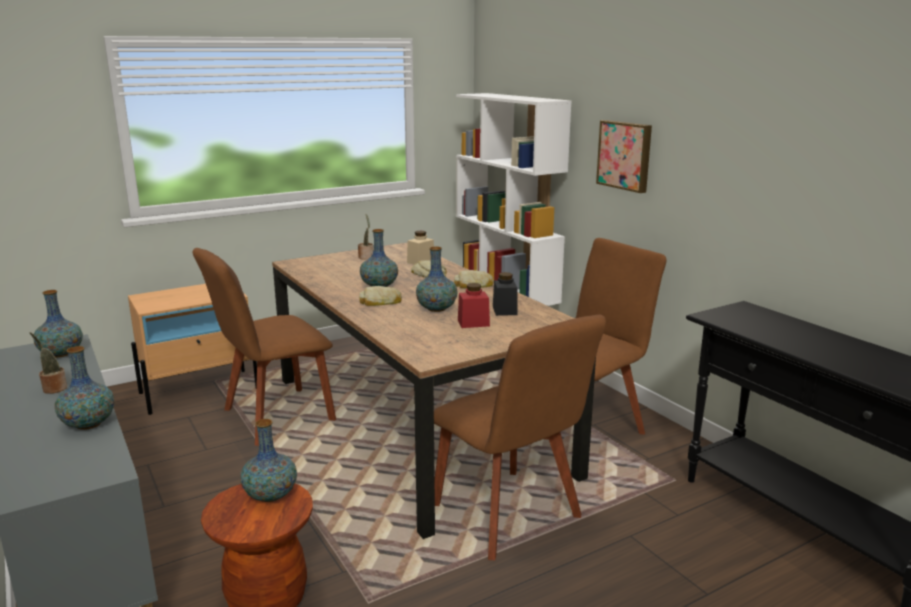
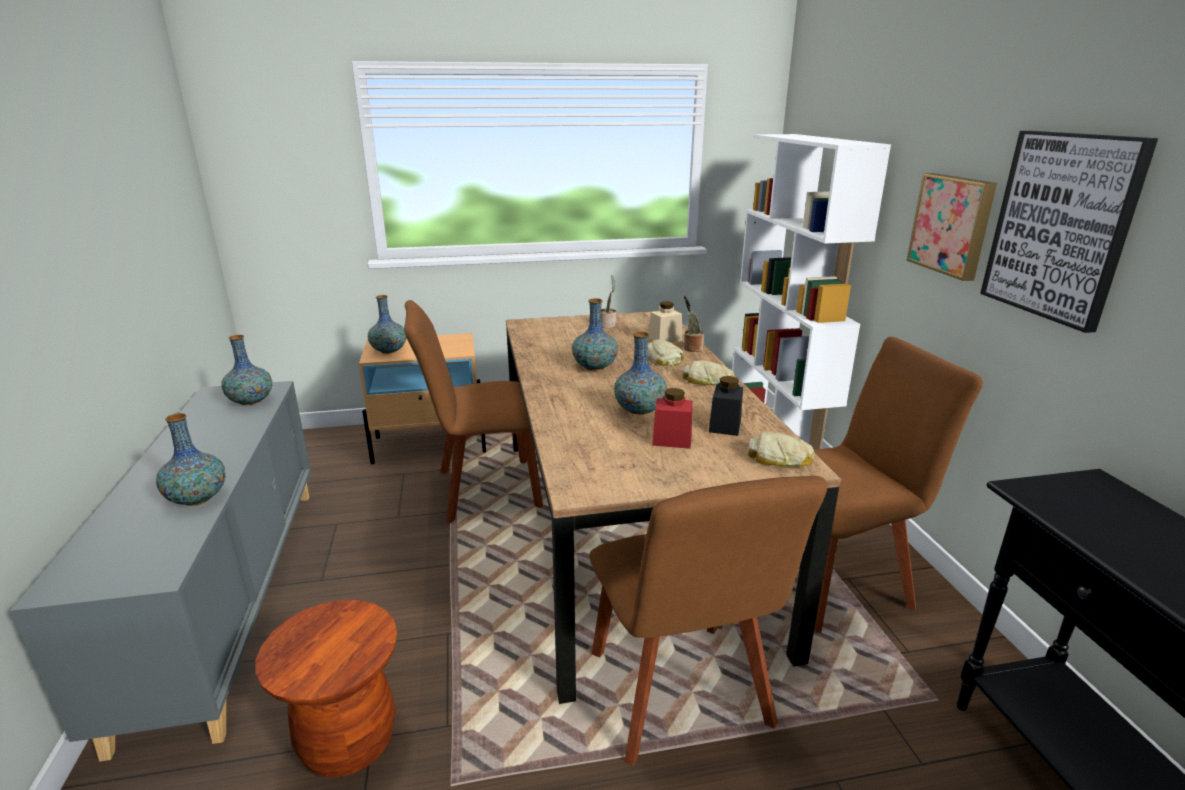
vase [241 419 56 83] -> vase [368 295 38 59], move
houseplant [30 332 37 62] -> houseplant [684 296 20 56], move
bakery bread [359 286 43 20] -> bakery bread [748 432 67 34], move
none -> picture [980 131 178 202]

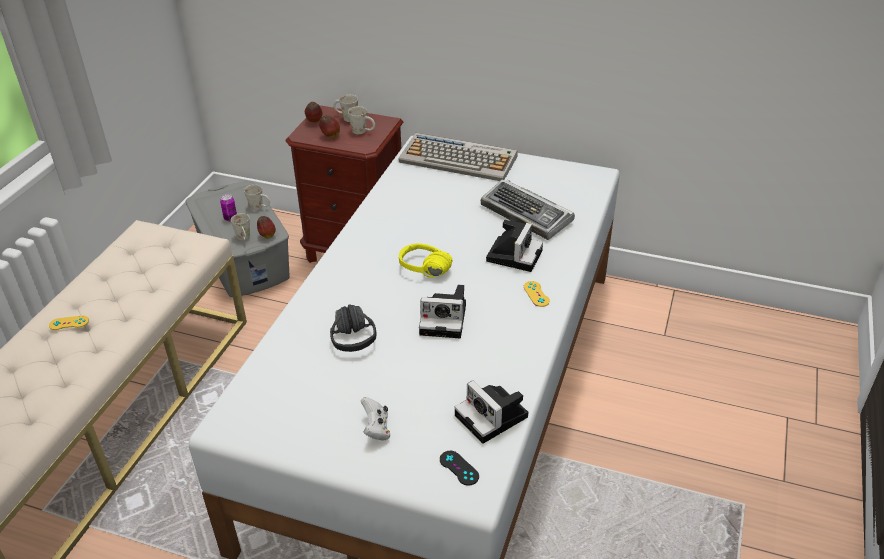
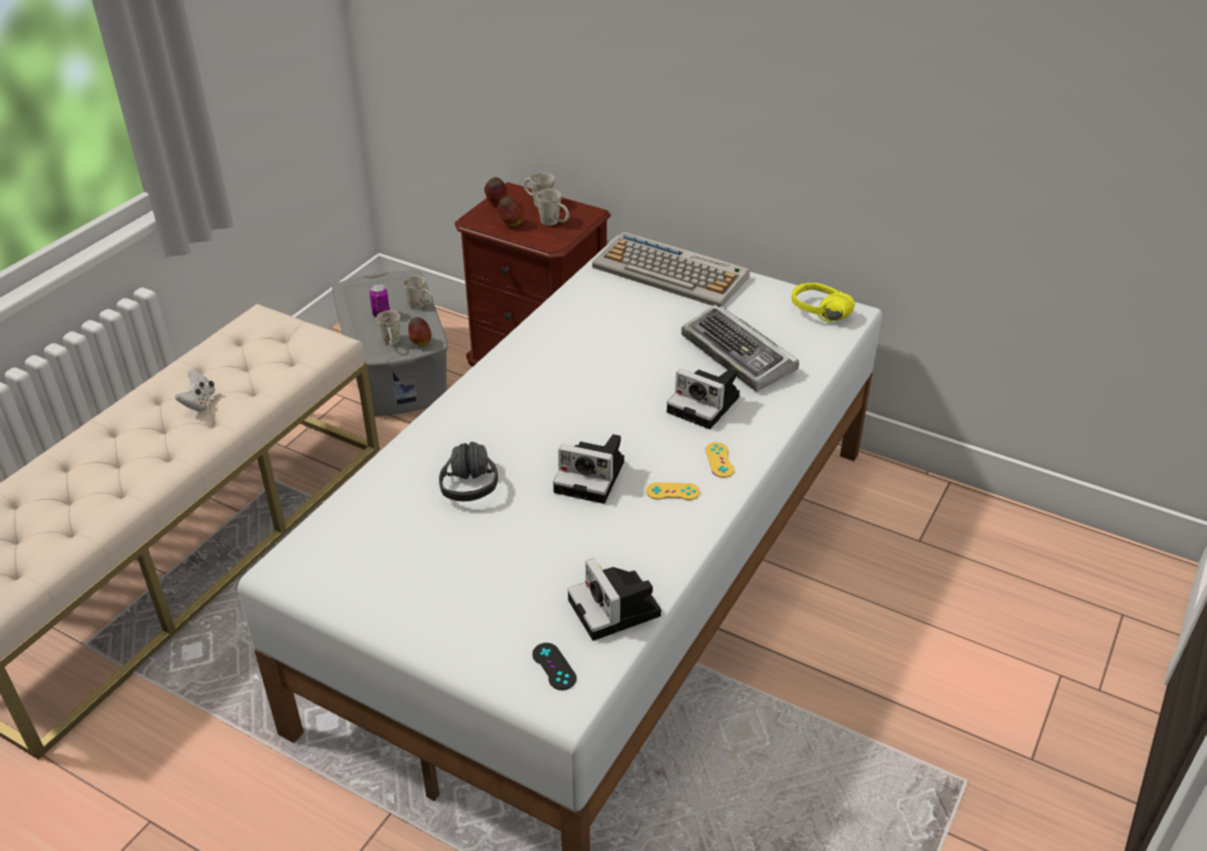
white-coloured joypad [361 397 29 44] -> white-coloured joypad [175 369 40 43], move
yellow-coloured joypad [49 316 40 14] -> yellow-coloured joypad [646 482 54 18], move
still camera [486 220 57 52] -> still camera [667 368 73 61], 90 degrees clockwise
yellow-coloured pair of headphones [399 243 53 34] -> yellow-coloured pair of headphones [792 283 63 39], move

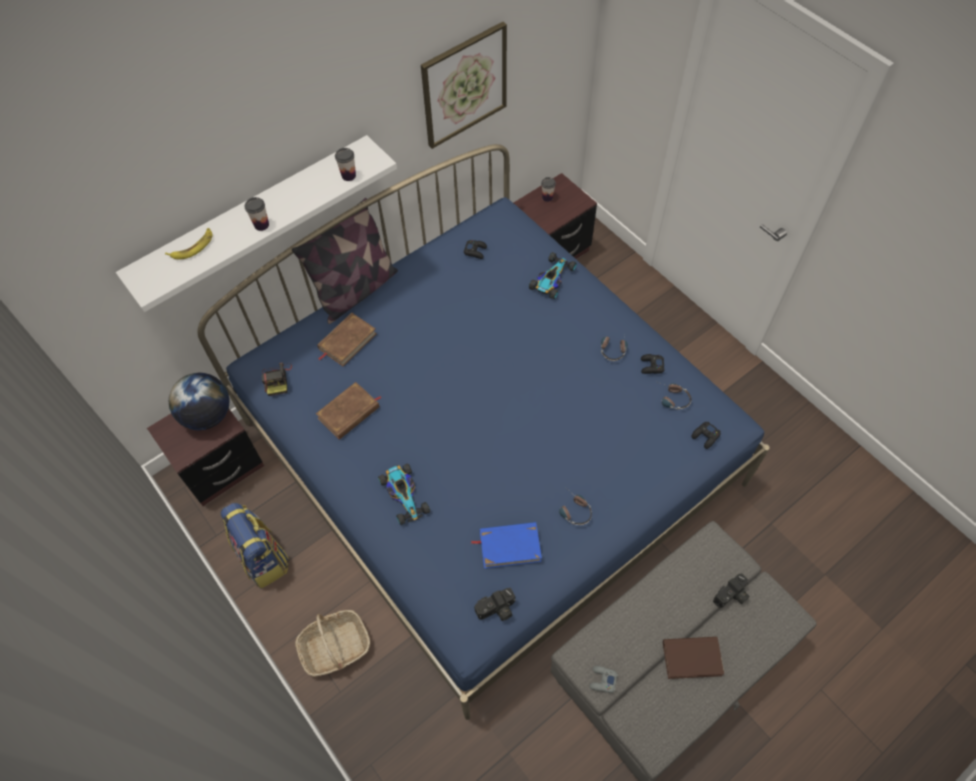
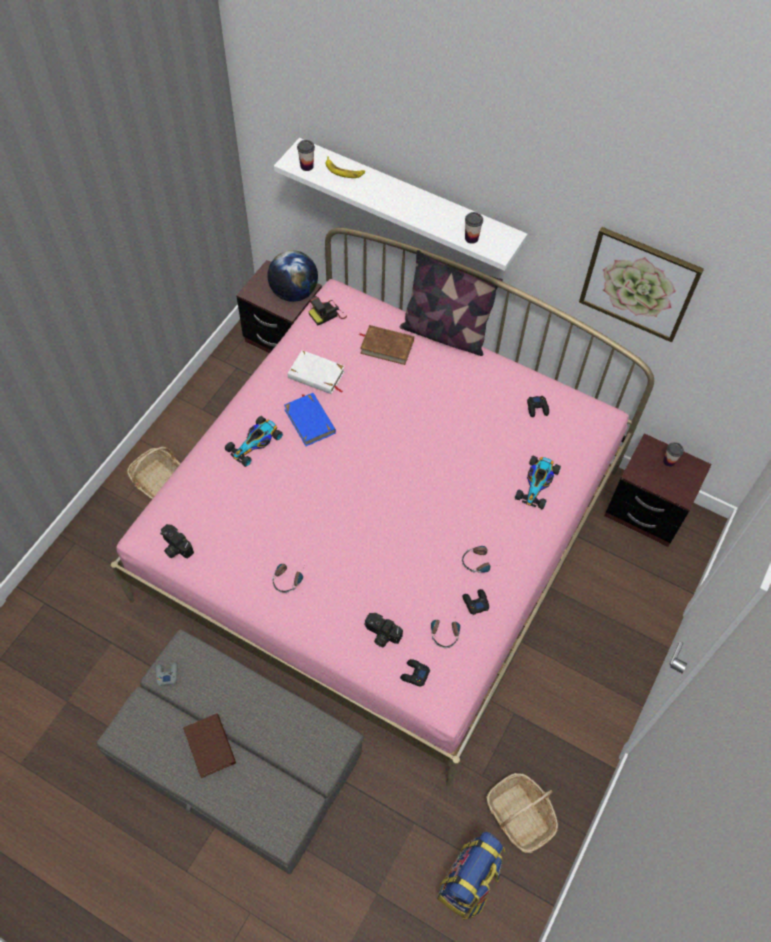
blue-coloured bed [197 144 573 576] -> pinkish bed [111 228 543 558]
blue-coloured bound book [471 522 71 46] -> blue-coloured bound book [284 393 52 53], move
brownish bound book [316 382 66 58] -> white-coloured bound book [288 350 57 44]
cup [244 197 25 34] -> cup [297 140 18 31], move
still camera [713 573 37 35] -> still camera [365 613 38 34], move
knapsack [221 503 68 86] -> knapsack [437 832 68 87], move
none -> basket [486 773 72 80]
model car [529 252 48 47] -> model car [515 455 46 54], 105 degrees clockwise

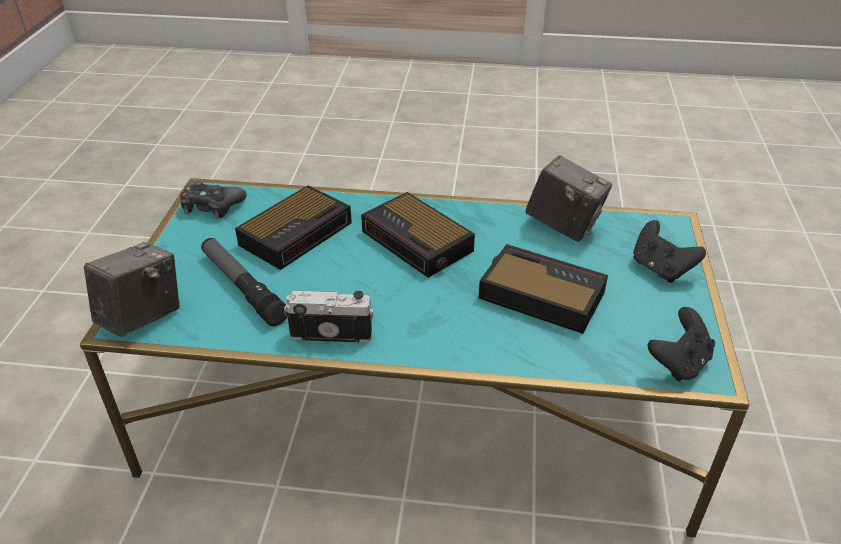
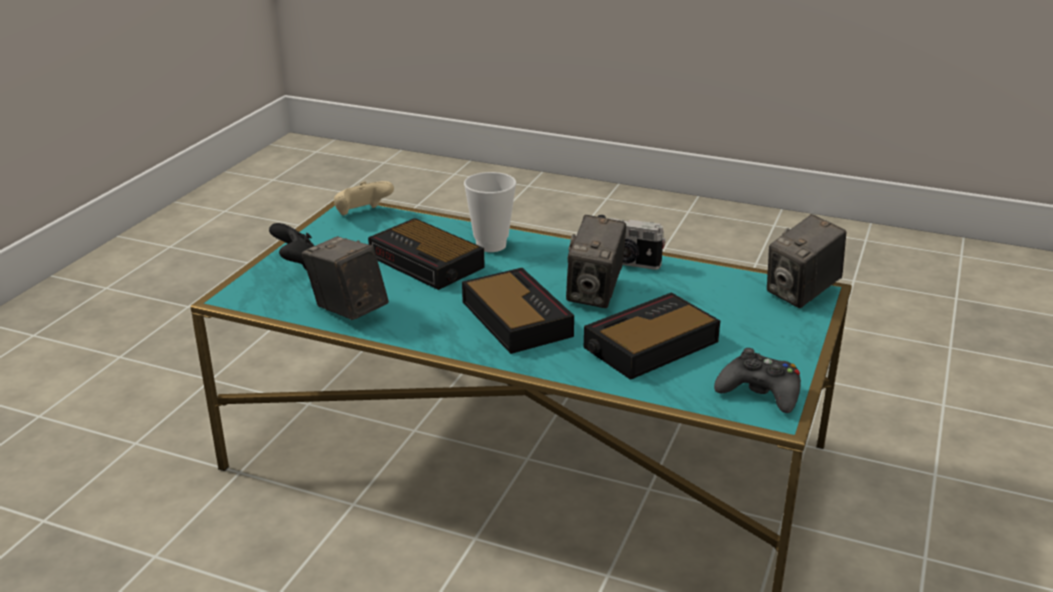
black-coloured joypad [647 307 68 74] -> sand-coloured joypad [334 181 60 34]
none -> cup [464 172 52 80]
none -> still camera [566 215 60 93]
flashlight [201 238 86 88] -> none

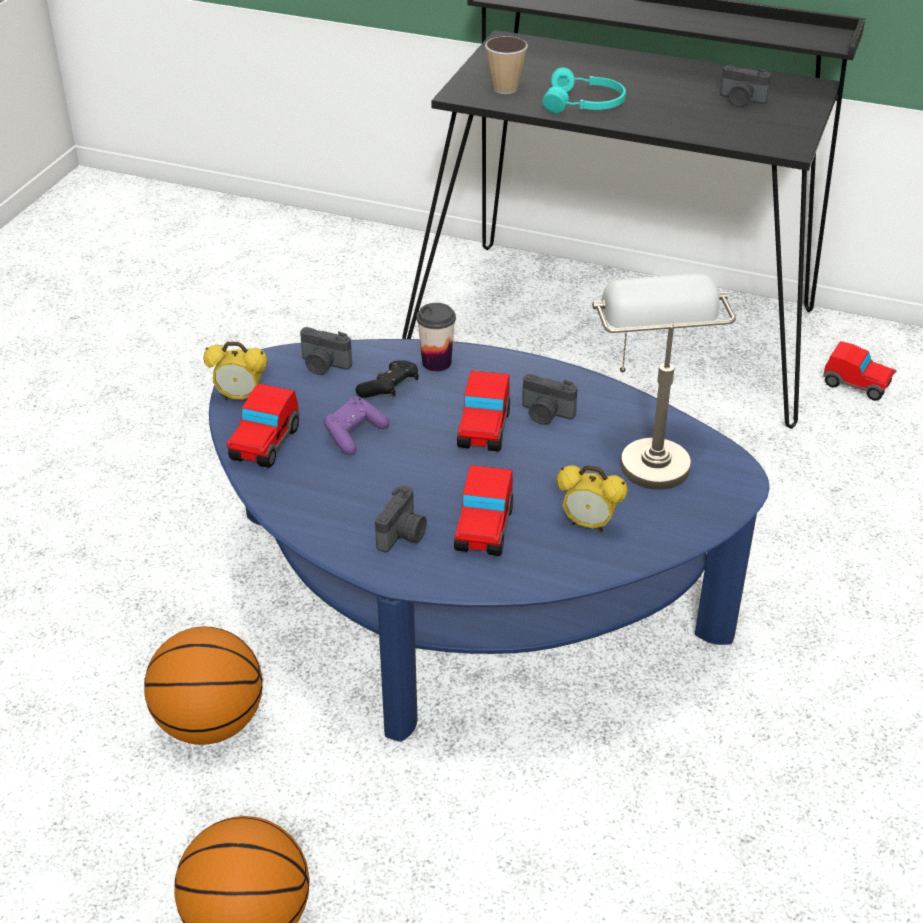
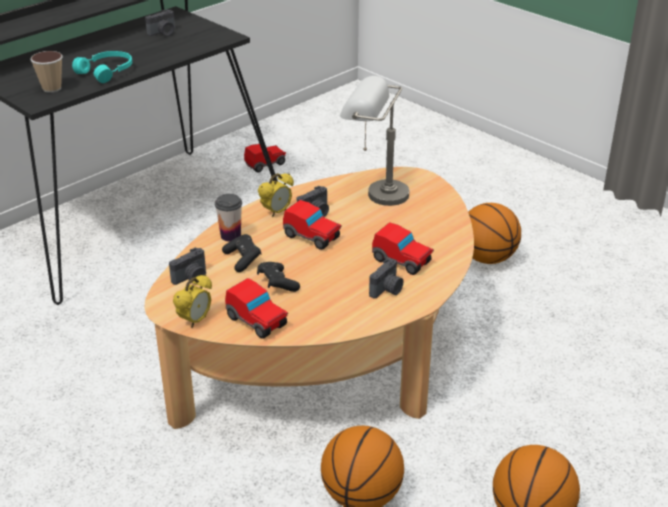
blue-coloured coffee table [209 339 561 403] -> sand-coloured coffee table [145 167 329 262]
purple-coloured joypad [324 397 65 58] -> black-coloured joypad [257 262 43 30]
bedside clock [556 465 72 67] -> bedside clock [258 173 36 44], move
still camera [375 486 52 66] -> still camera [369 258 34 40], 75 degrees clockwise
none -> basketball [468 203 53 61]

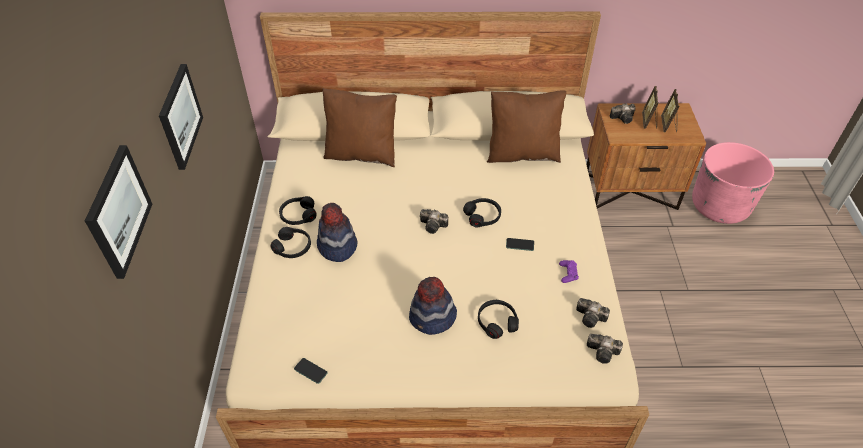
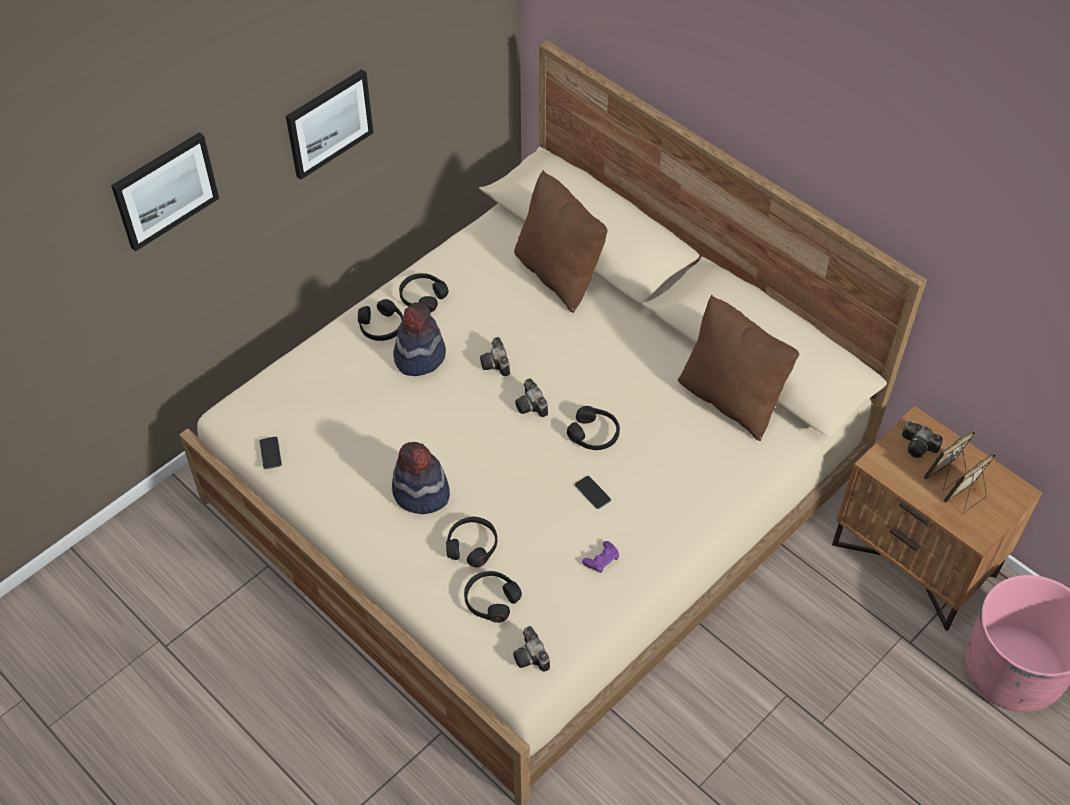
none -> black-coloured pair of headphones [464 571 58 52]
still camera [576 298 34 30] -> still camera [480 337 30 39], move

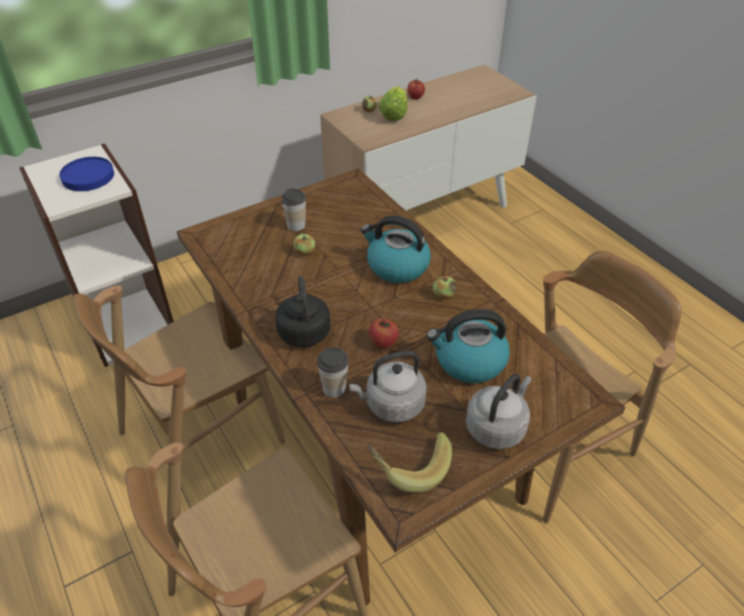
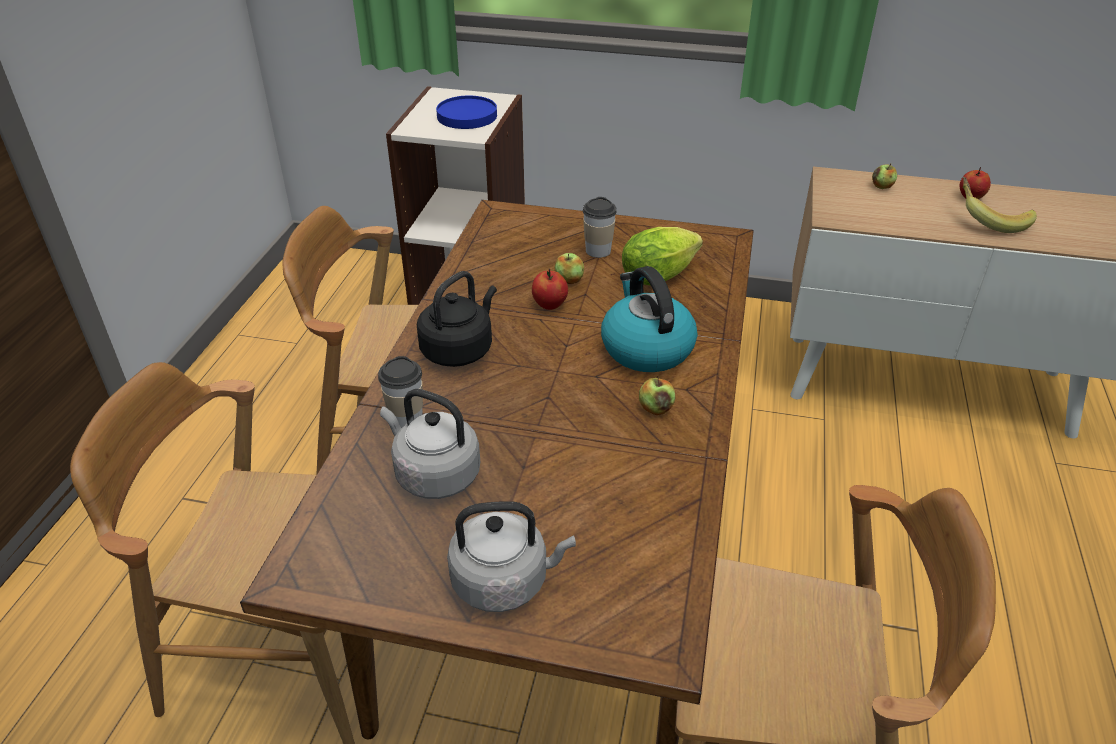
apple [369 318 30 31] -> apple [532 269 36 41], move
lettuce head [378 86 30 35] -> lettuce head [622 227 81 58], move
whole banana [367 432 85 61] -> whole banana [963 177 74 56], move
tea kettle [426 309 84 74] -> none

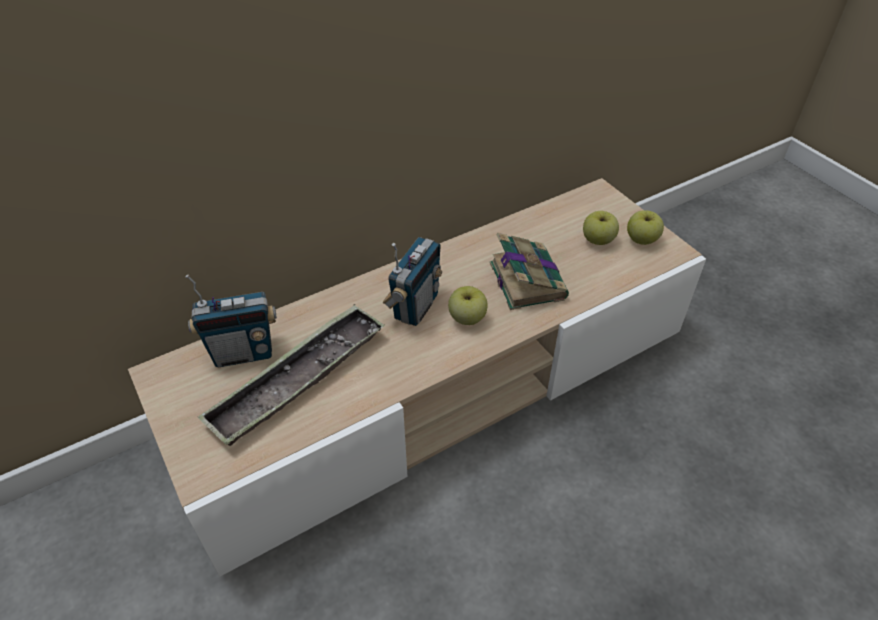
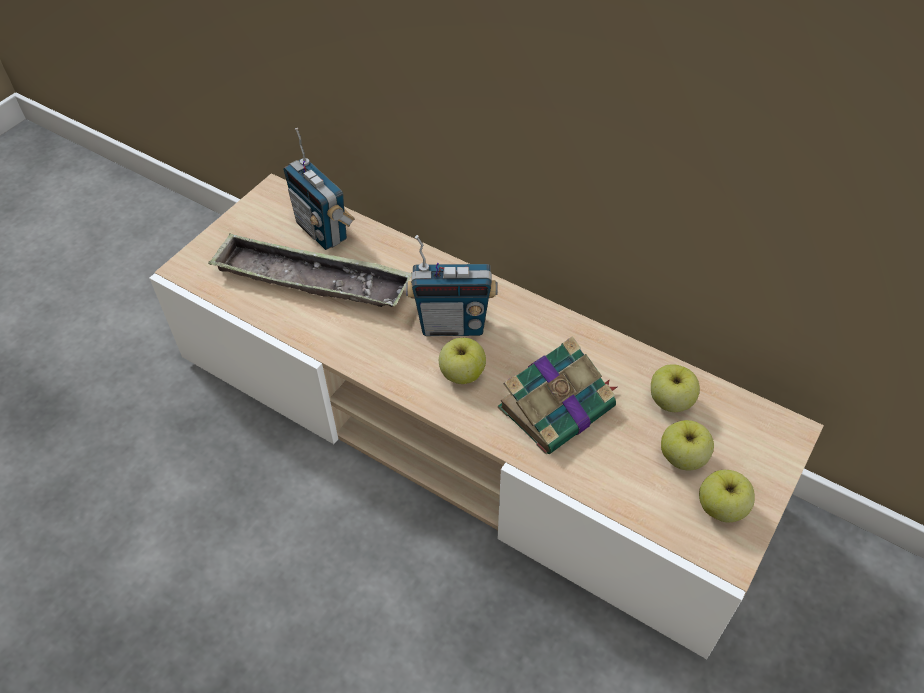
none -> apple [651 364 49 48]

